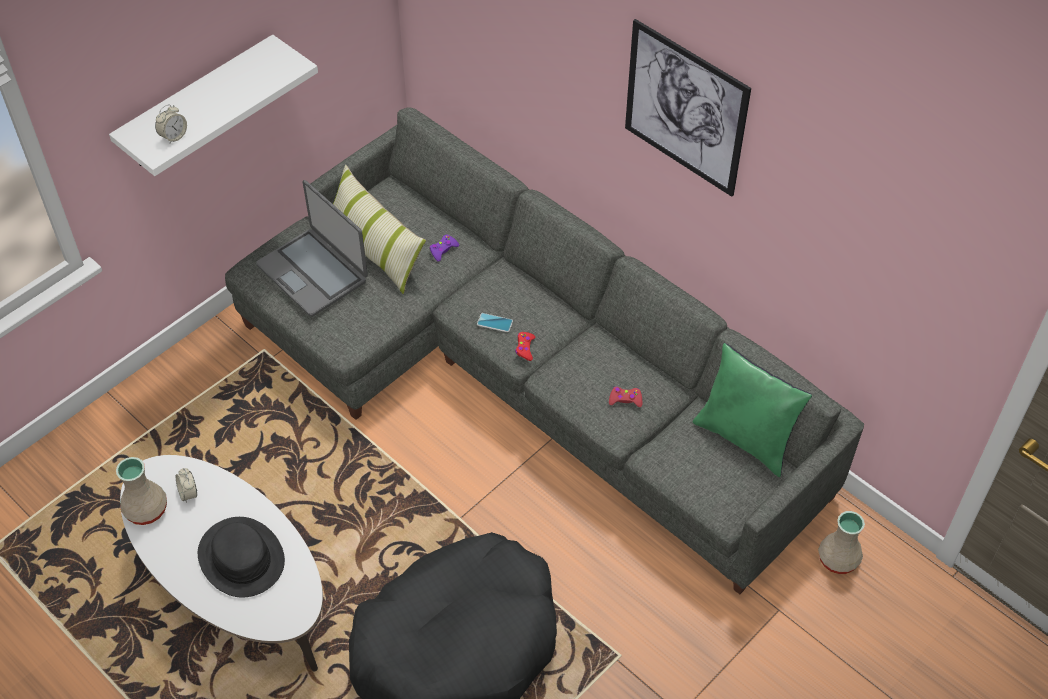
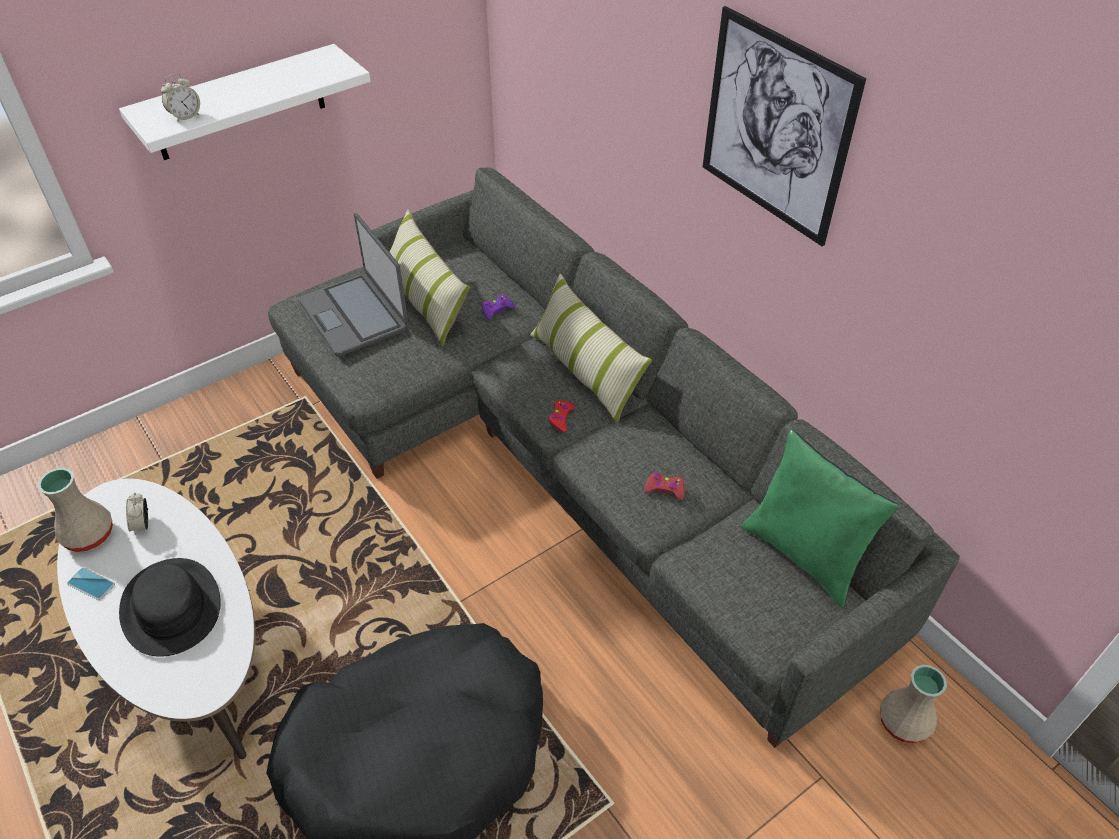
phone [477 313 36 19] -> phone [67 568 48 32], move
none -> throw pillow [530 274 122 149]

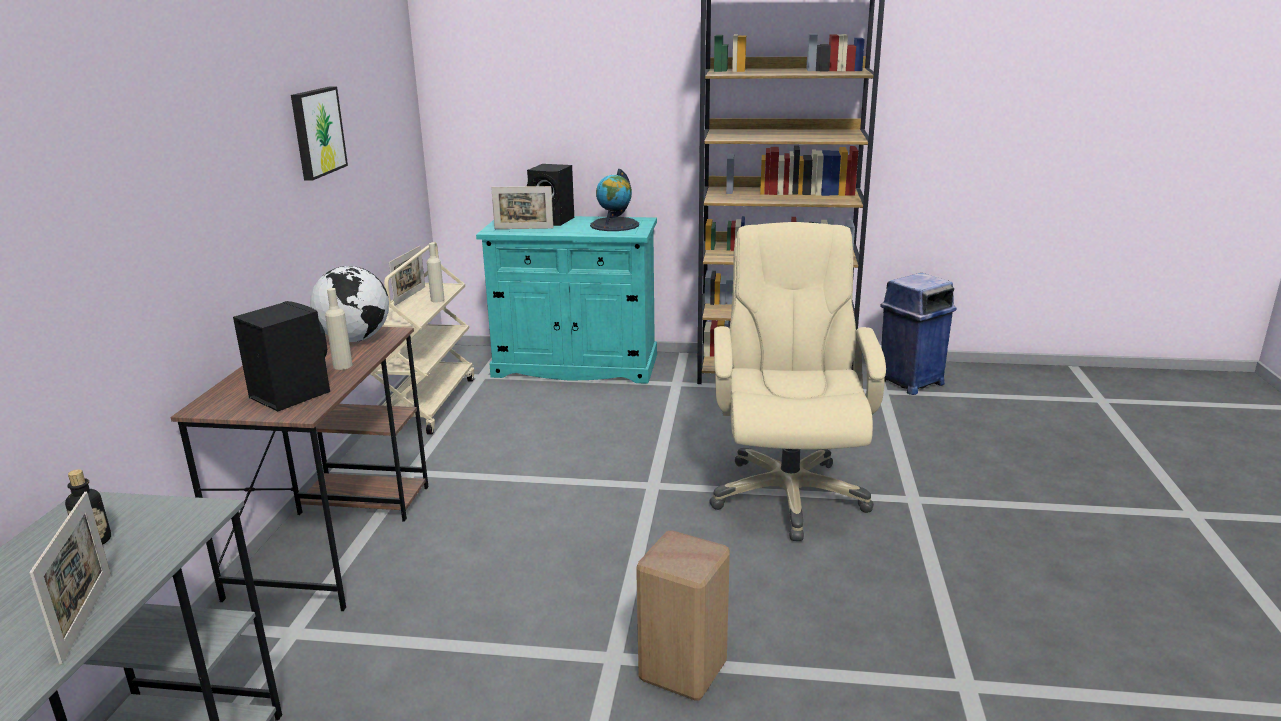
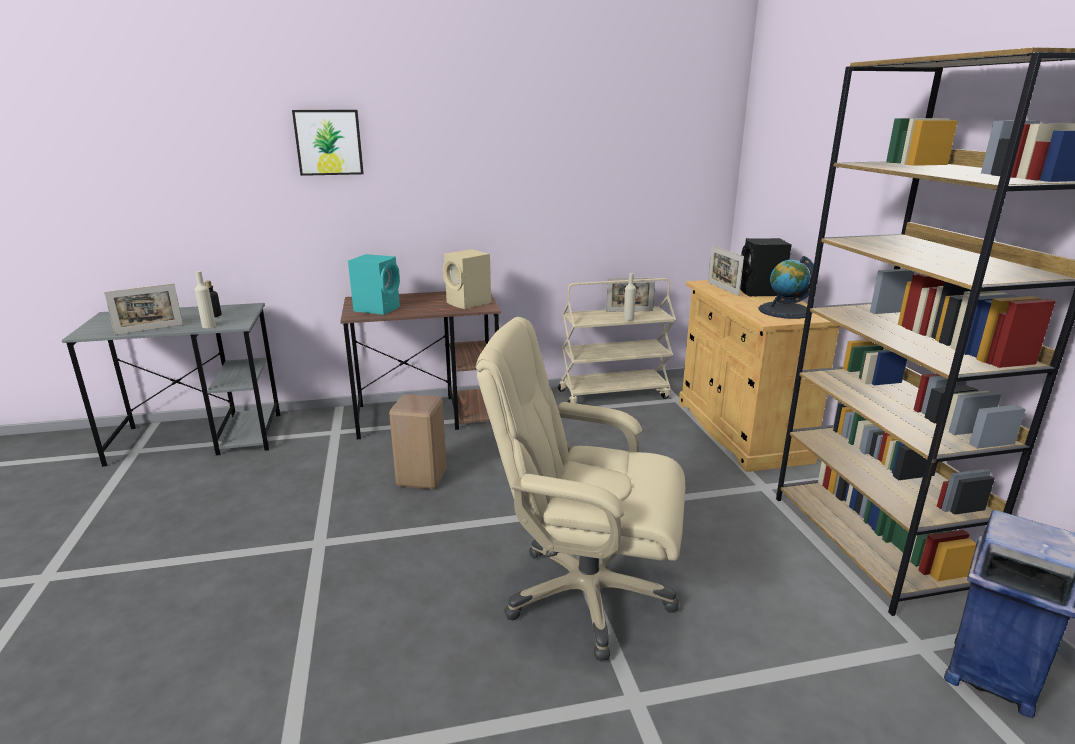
sand-coloured beverage bottle [325 288 27 82] -> sand-coloured beverage bottle [195 271 21 57], move
picture [291 87 57 94] -> picture [292 110 72 66], move
black-coloured loudspeaker [233 301 97 110] -> turquoise loudspeaker [348 254 52 61]
sand-coloured stool seat [636 530 94 171] -> sand-coloured stool seat [389 394 58 95], move
globe [310 266 79 76] -> sand-coloured loudspeaker [443 249 48 60]
sand-coloured desk chair [709 222 177 319] -> sand-coloured desk chair [476 317 209 344], 150 degrees counterclockwise
turquoise cupboard [476 216 181 168] -> sand-coloured cupboard [679 280 161 192]

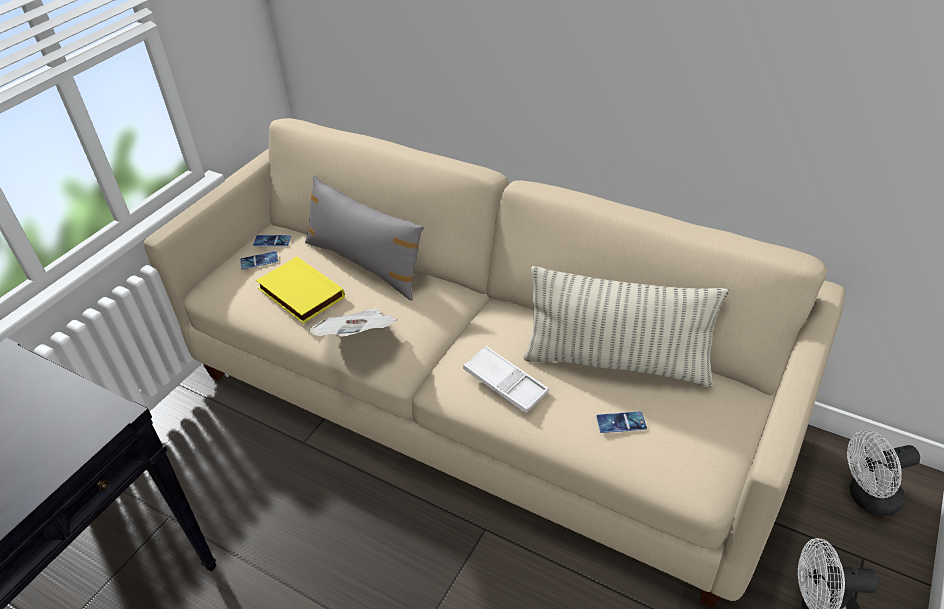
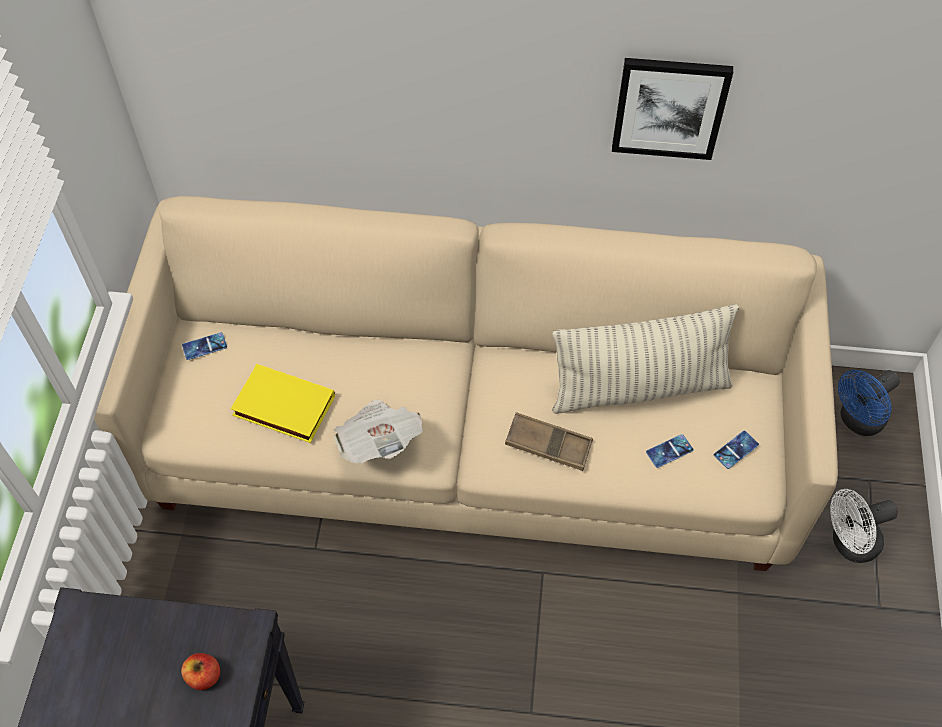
none -> apple [181 653 39 37]
white-coloured carrying tray [463 346 86 67] -> brownish carrying tray [505 412 88 59]
none -> picture [612 58 121 102]
phone [240 251 38 19] -> phone [714 431 45 38], move
white-coloured electric fan [847 430 73 87] -> blue-coloured electric fan [838 370 62 66]
gray throw pillow [305 175 119 126] -> none

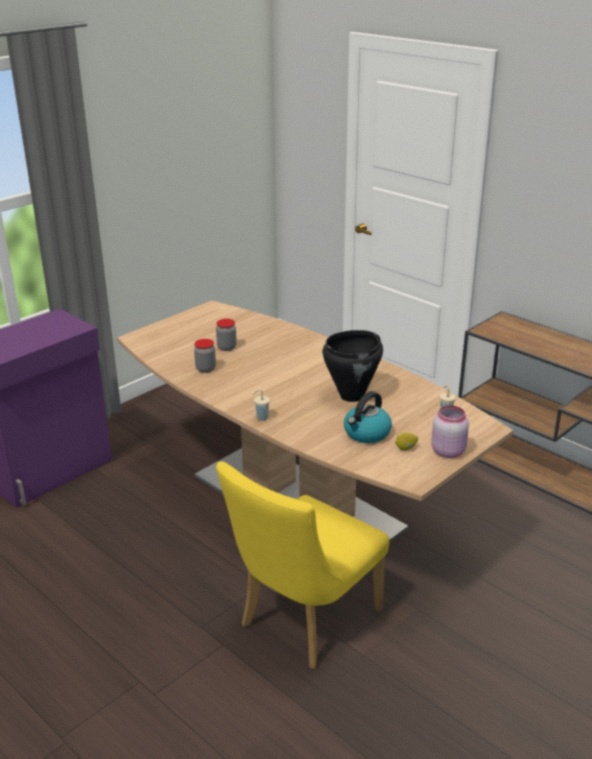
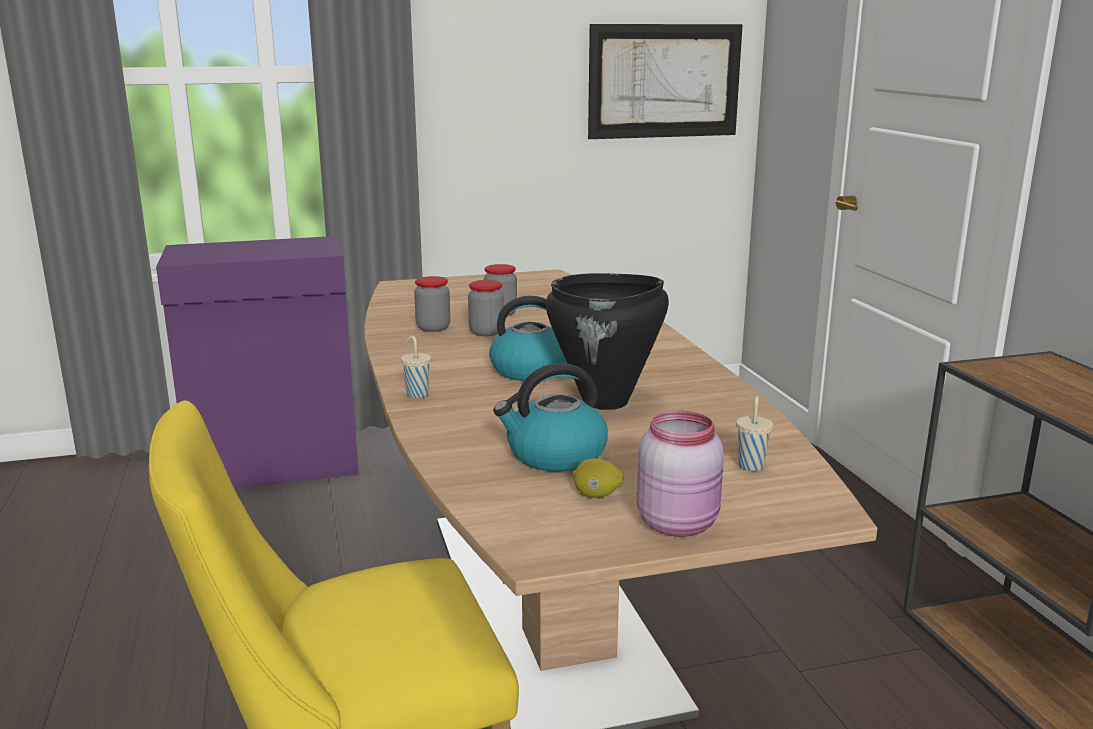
none -> storage jar [468 280 36 56]
none -> tea kettle [489 296 79 85]
none -> picture [588 24 155 115]

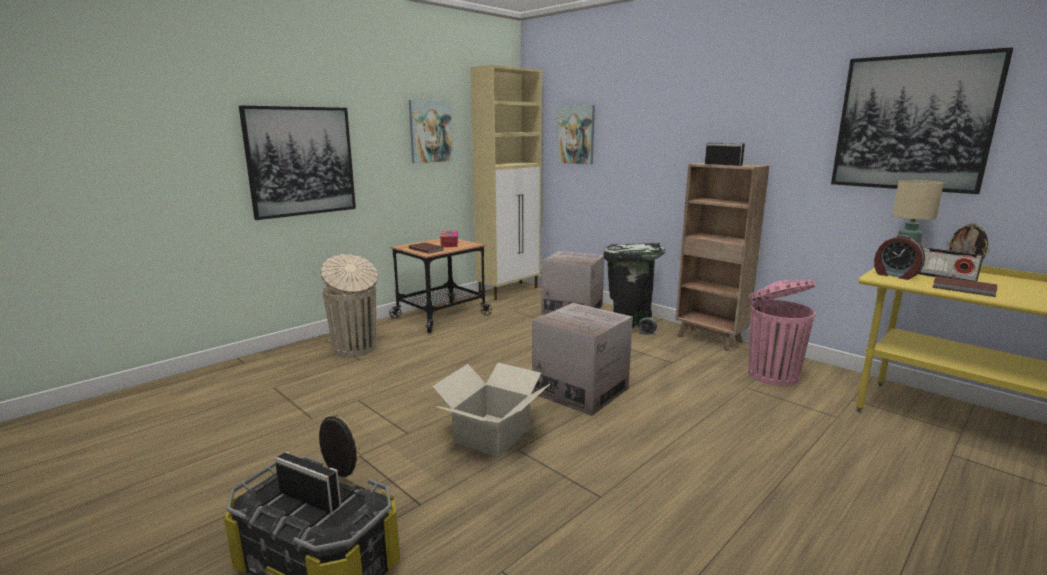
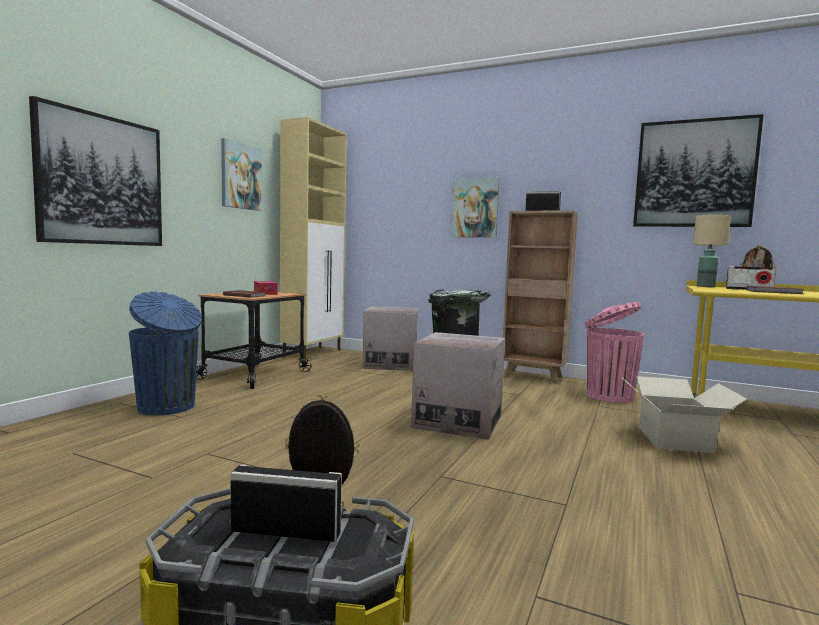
sand-coloured rubbish bin [320 254 58 103] -> blue-coloured rubbish bin [129 292 73 123]
picture [556 105 39 60] -> picture [451 177 49 61], move
packing box [432 363 118 95] -> packing box [621 376 127 77], move
bedside clock [874 235 51 45] -> none

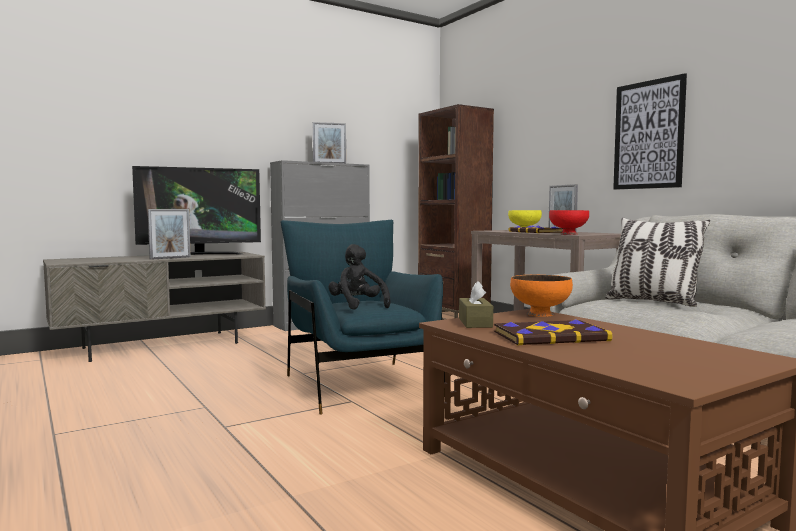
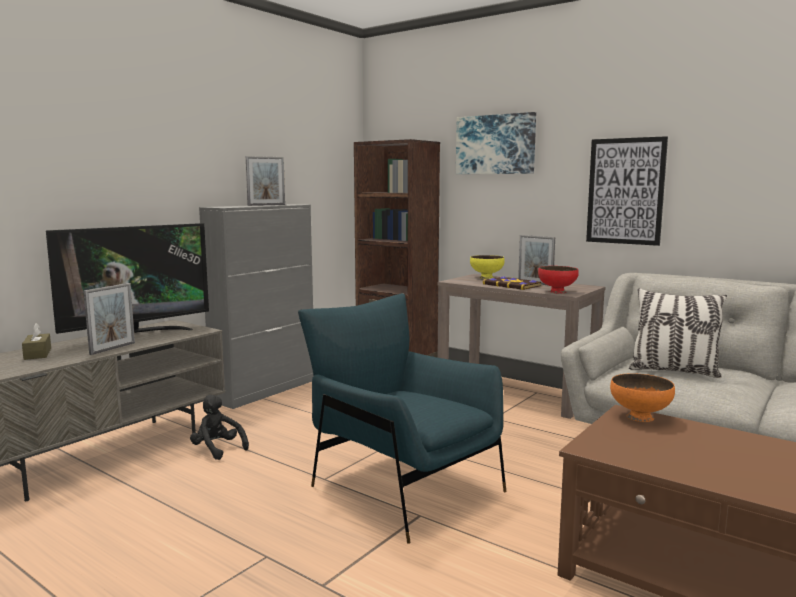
brownish box of tissues [459 281 34 47] -> brownish box of tissues [22 323 29 37], move
black-coloured soft toy [328 244 63 66] -> black-coloured soft toy [190 395 59 65], move
none -> picture [456 112 80 62]
bound book [494 319 118 26] -> none

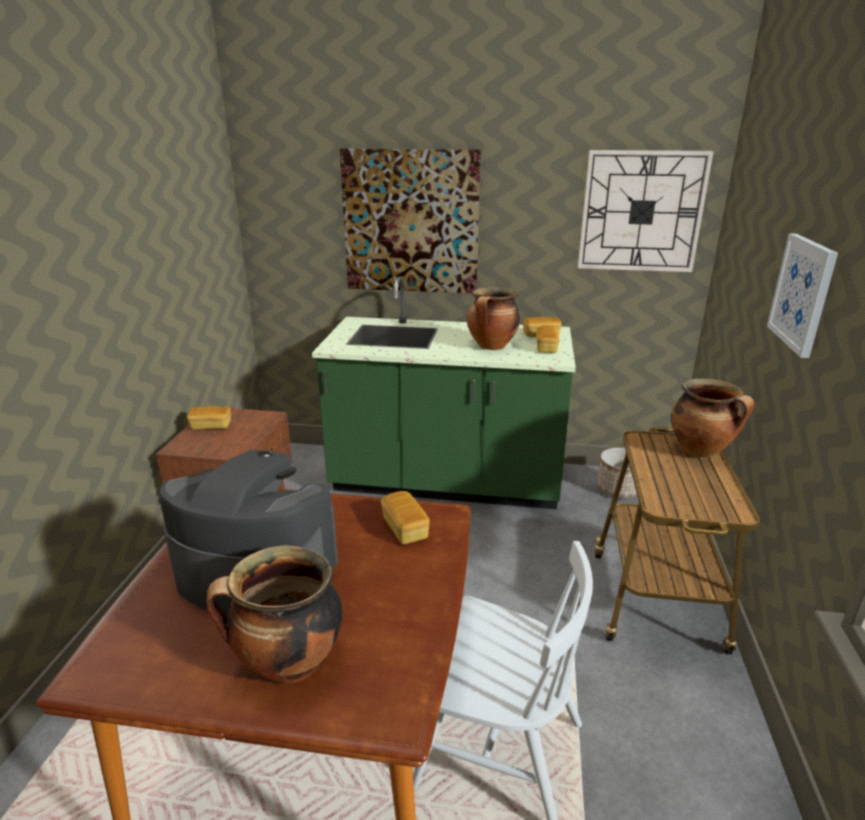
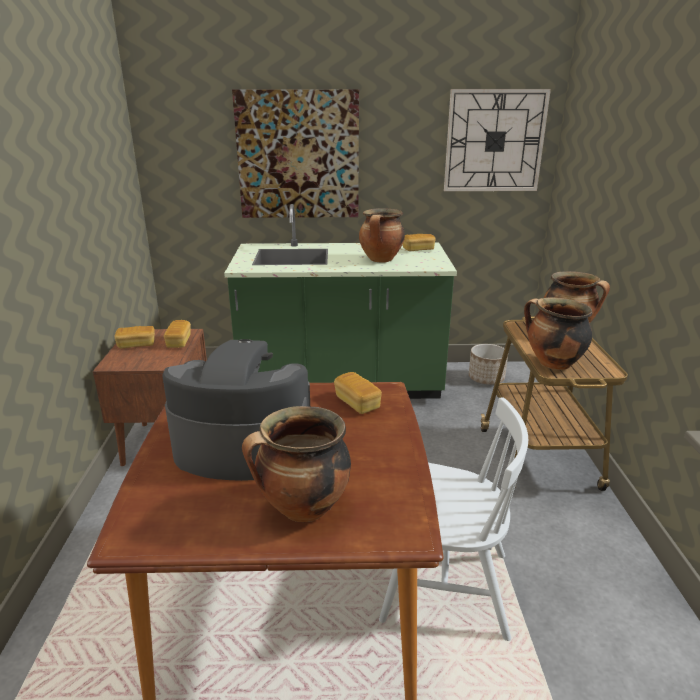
bakery bread [536 325 23 28] -> bakery bread [164 320 27 28], move
none -> cooking pot [524 297 68 73]
picture [767 233 71 125] -> none

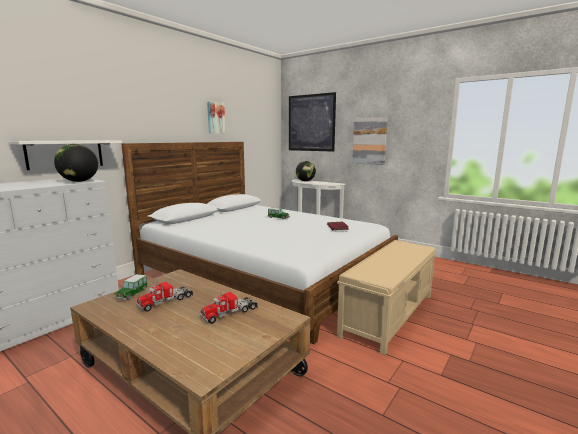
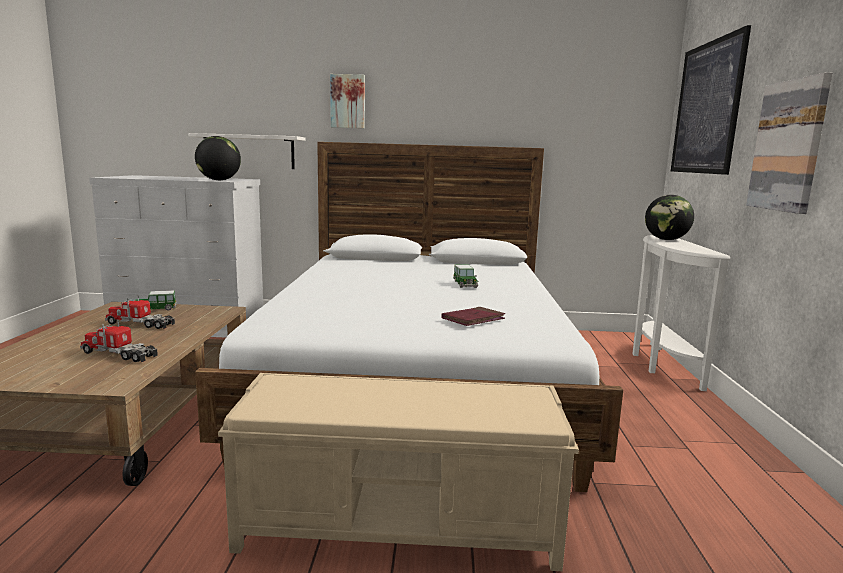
picture [207 101 19 32] -> picture [330 74 35 54], move

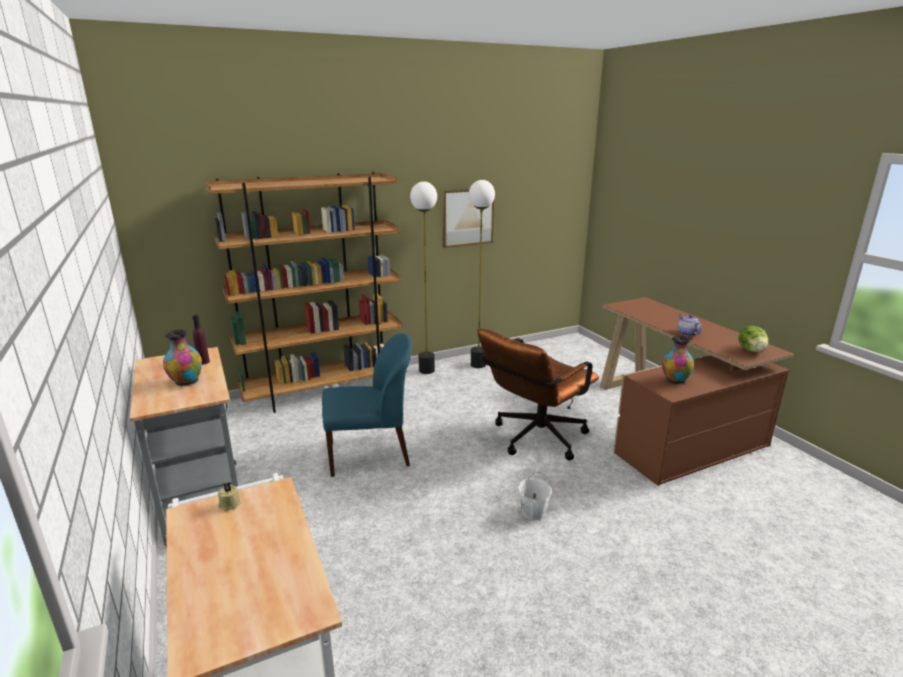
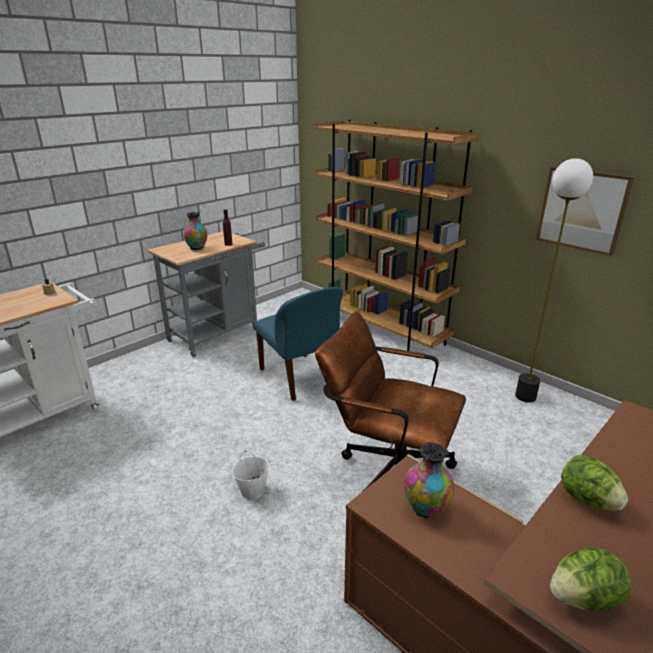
teapot [678 315 24 21] -> lettuce head [561 454 67 57]
floor lamp [410 181 27 193] -> none

